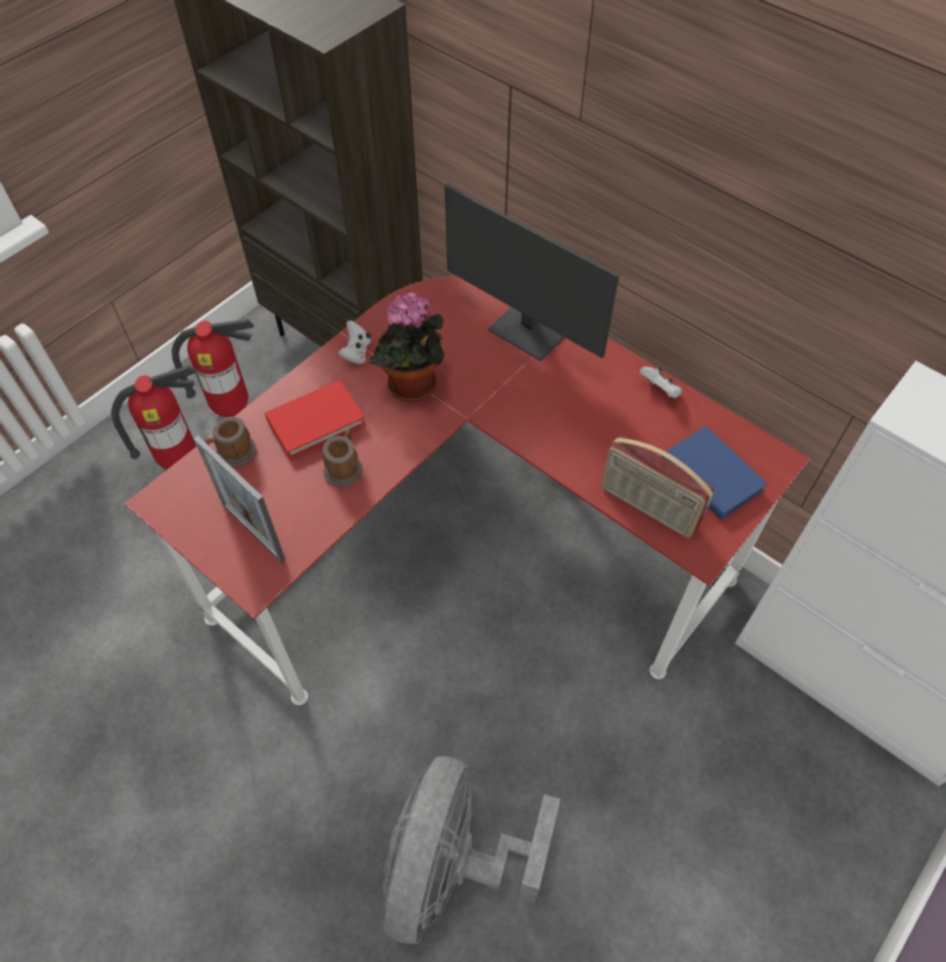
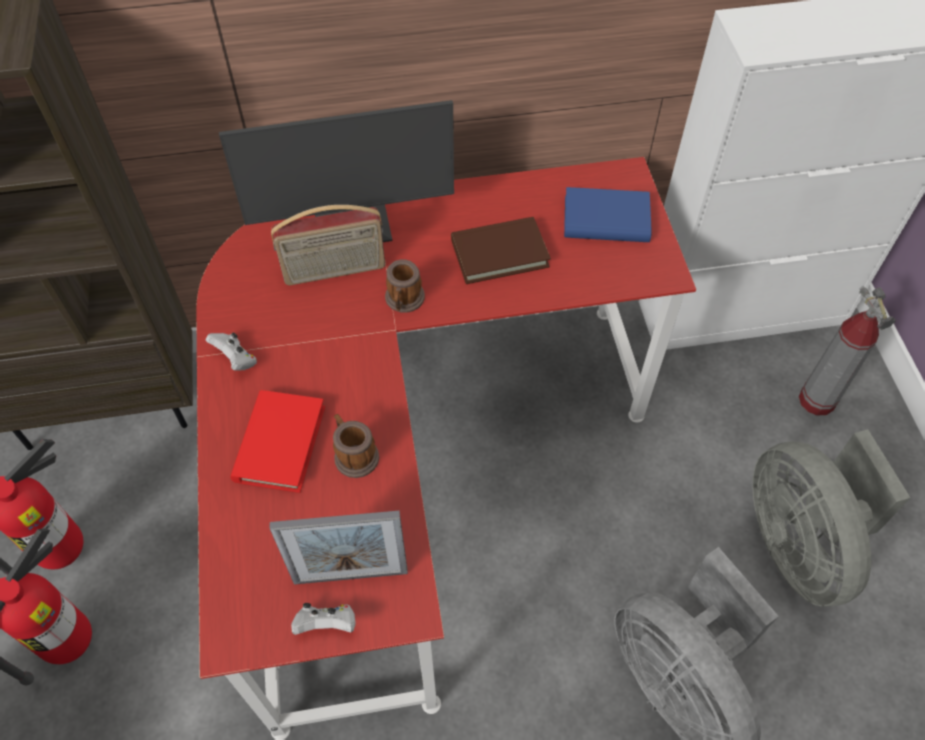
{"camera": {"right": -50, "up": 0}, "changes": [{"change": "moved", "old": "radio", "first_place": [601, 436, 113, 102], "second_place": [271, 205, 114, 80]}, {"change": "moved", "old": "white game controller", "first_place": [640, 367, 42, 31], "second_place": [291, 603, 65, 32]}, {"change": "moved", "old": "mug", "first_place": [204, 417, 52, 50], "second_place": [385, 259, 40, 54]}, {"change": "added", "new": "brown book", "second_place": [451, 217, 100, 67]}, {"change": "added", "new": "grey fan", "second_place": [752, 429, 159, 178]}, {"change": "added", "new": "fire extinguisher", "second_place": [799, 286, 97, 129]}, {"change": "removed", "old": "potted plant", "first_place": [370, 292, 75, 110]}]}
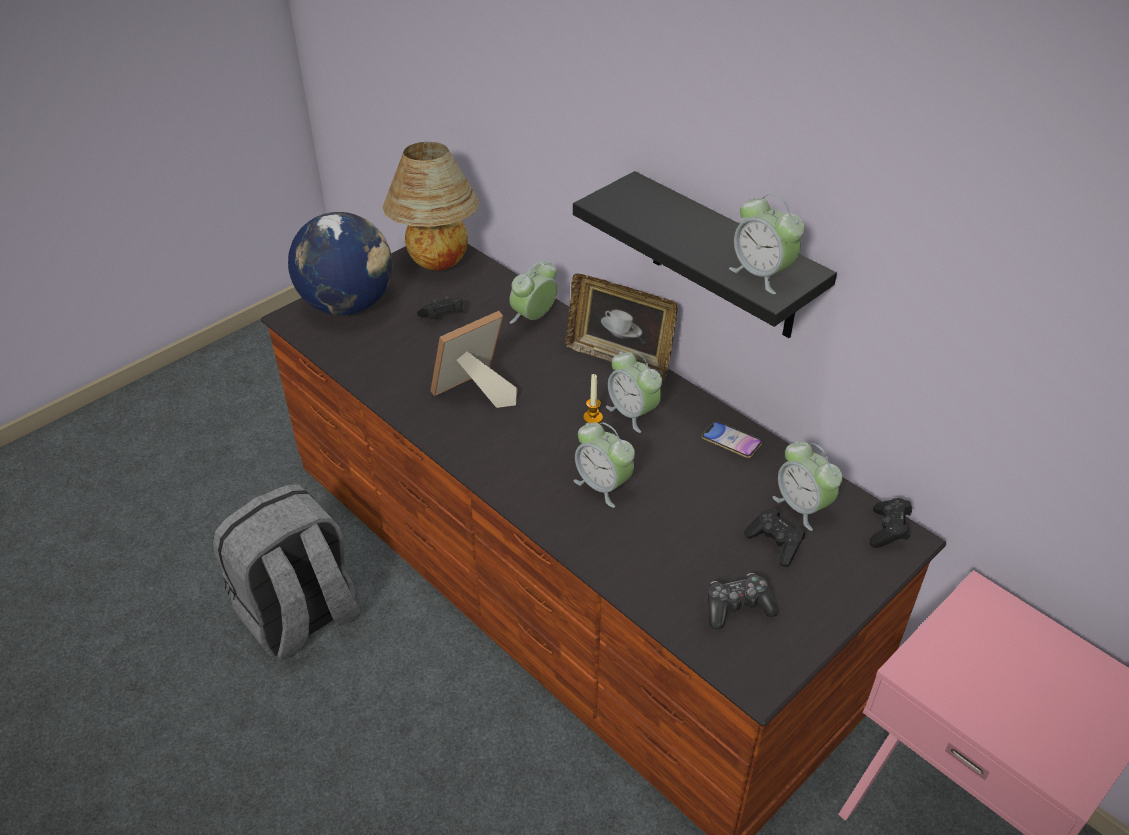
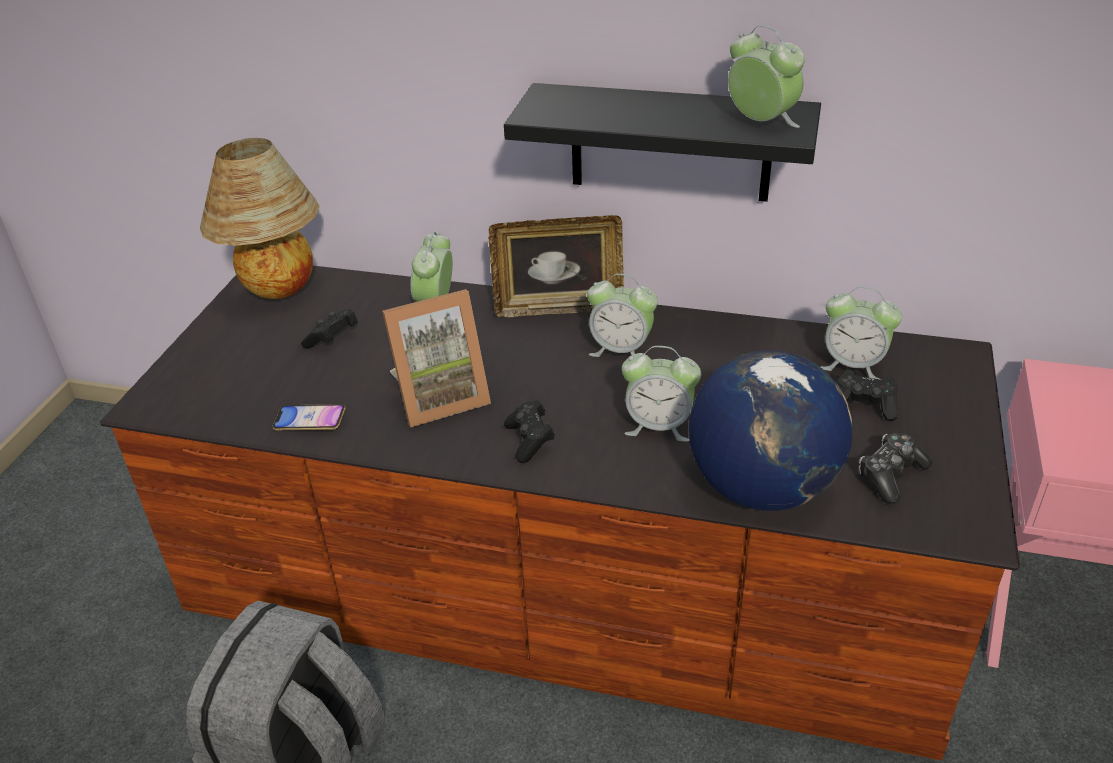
{"camera": {"right": -30, "up": -5}, "changes": [{"change": "moved", "old": "phone", "first_place": [702, 421, 61, 37], "second_place": [272, 404, 74, 27]}, {"change": "turned", "old": "picture frame", "first_place": [430, 311, 88, 97], "second_place": [382, 289, 109, 138], "degrees": -135}, {"change": "moved", "old": "black game controller", "first_place": [869, 498, 43, 50], "second_place": [504, 400, 51, 63]}, {"change": "moved", "old": "globe", "first_place": [288, 212, 105, 103], "second_place": [689, 350, 163, 161]}, {"change": "turned", "old": "alarm clock", "first_place": [729, 193, 76, 101], "second_place": [728, 25, 76, 103], "degrees": -150}, {"change": "removed", "old": "candle", "first_place": [583, 374, 20, 49]}]}
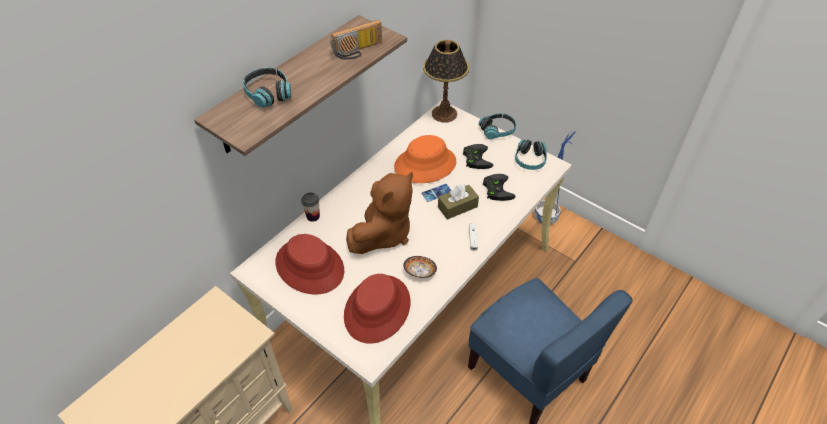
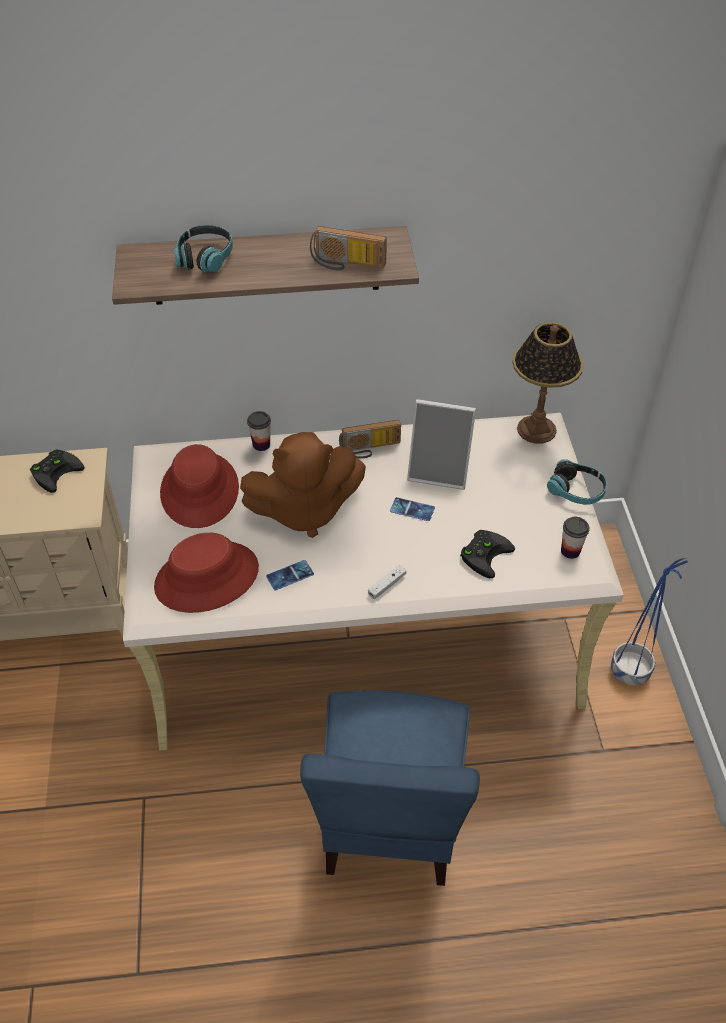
{"camera": {"right": 45, "up": 0}, "changes": [{"change": "moved", "old": "black game controller", "first_place": [463, 144, 30, 25], "second_place": [30, 449, 55, 44]}, {"change": "replaced", "old": "bowl", "new": "phone", "first_place": [403, 256, 34, 22], "second_place": [266, 560, 48, 30]}, {"change": "added", "new": "radio", "second_place": [339, 420, 62, 38]}, {"change": "replaced", "old": "orange hat", "new": "picture frame", "first_place": [394, 135, 62, 48], "second_place": [407, 399, 69, 91]}, {"change": "replaced", "old": "headphones", "new": "cup", "first_place": [515, 139, 32, 31], "second_place": [561, 517, 29, 42]}, {"change": "removed", "old": "brown tissue box", "first_place": [438, 184, 41, 36]}]}
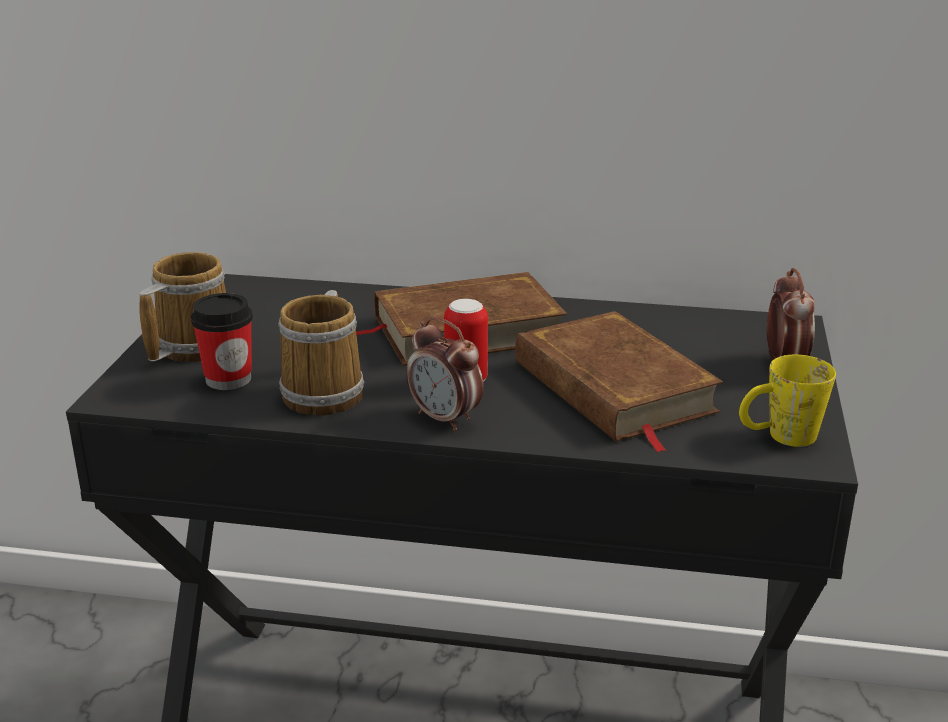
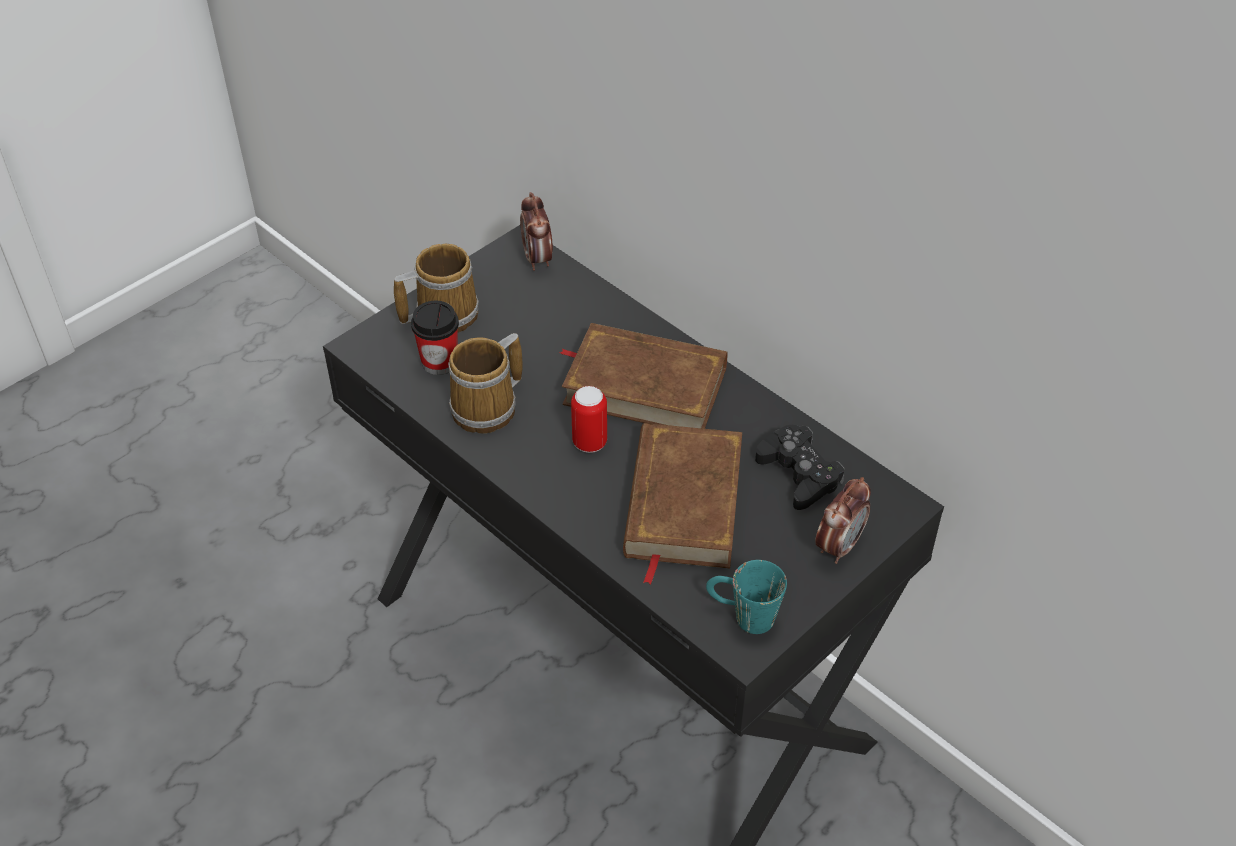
{"camera": {"right": 35, "up": 20}, "changes": [{"change": "moved", "old": "alarm clock", "first_place": [406, 317, 78, 114], "second_place": [520, 192, 33, 79]}, {"change": "recoloured", "old": "yellow mug", "new": "turquoise mug", "first_place": [739, 355, 97, 92], "second_place": [706, 560, 81, 74]}, {"change": "added", "new": "black game controller", "second_place": [755, 425, 90, 85]}]}
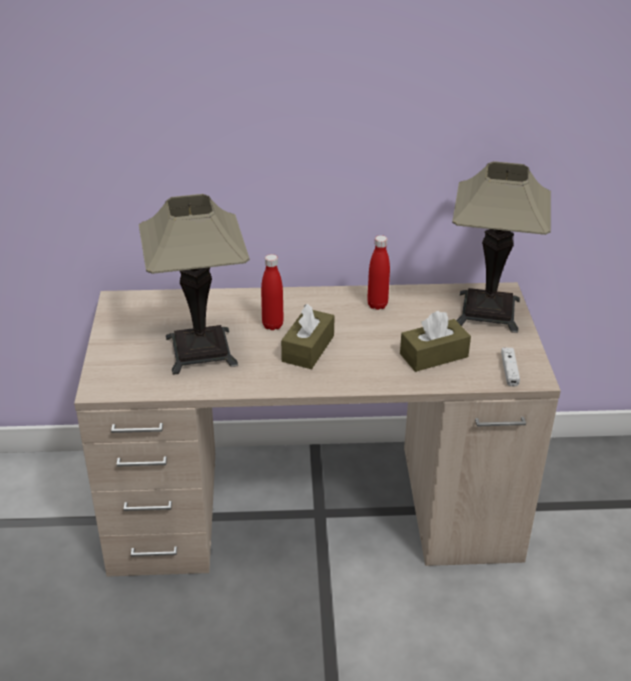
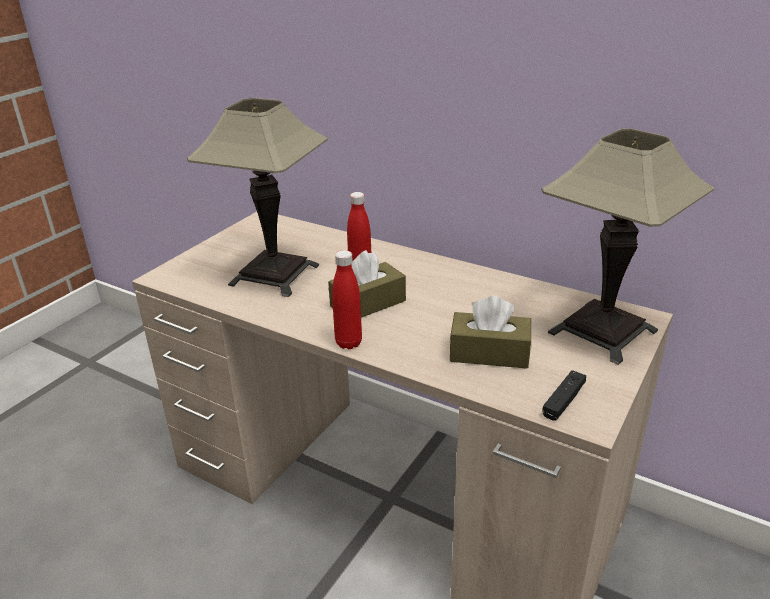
{"camera": {"right": 35, "up": -5}, "changes": [{"change": "moved", "old": "red bottle", "first_place": [367, 235, 23, 75], "second_place": [332, 250, 30, 99]}, {"change": "recoloured", "old": "white game controller", "new": "black game controller", "first_place": [501, 348, 19, 38], "second_place": [542, 370, 44, 51]}]}
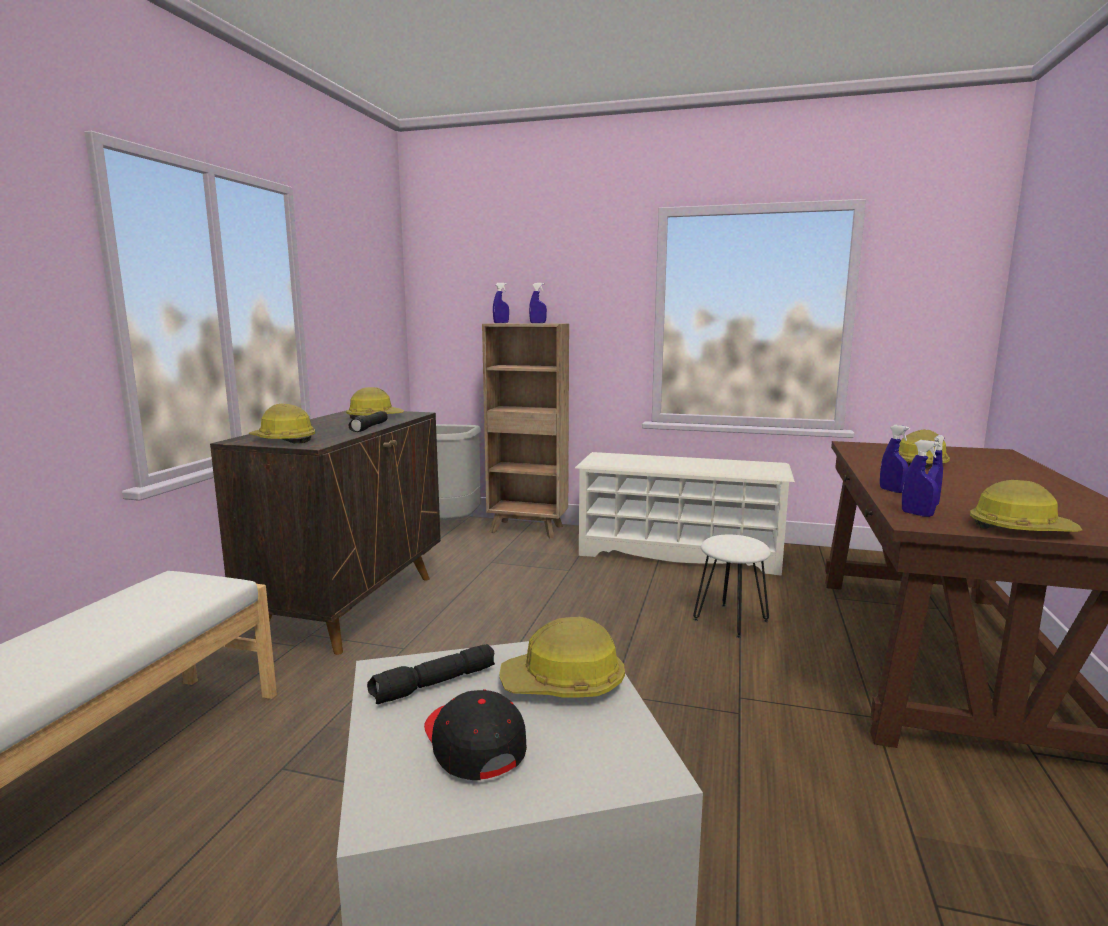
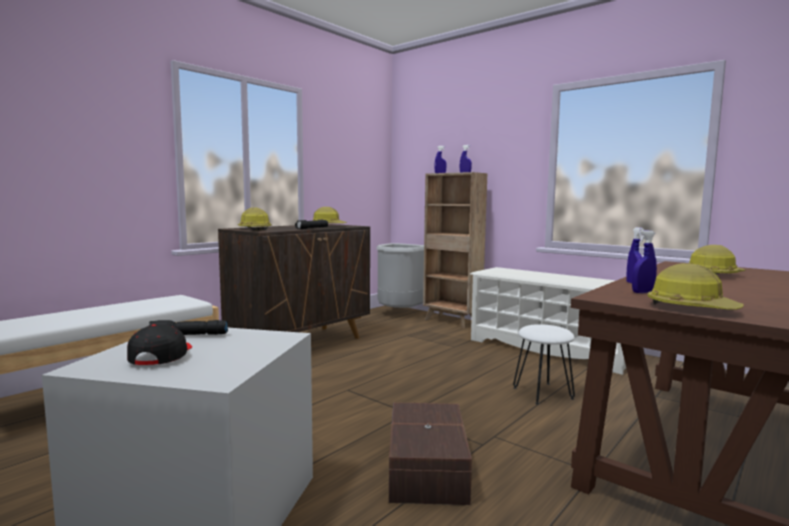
{"camera": {"right": 25, "up": -5}, "changes": [{"change": "added", "new": "brown storage box", "second_place": [389, 402, 83, 103]}, {"change": "removed", "old": "hard hat", "first_place": [499, 617, 126, 81]}, {"change": "removed", "old": "blue spray bottle", "first_place": [902, 440, 38, 77]}]}
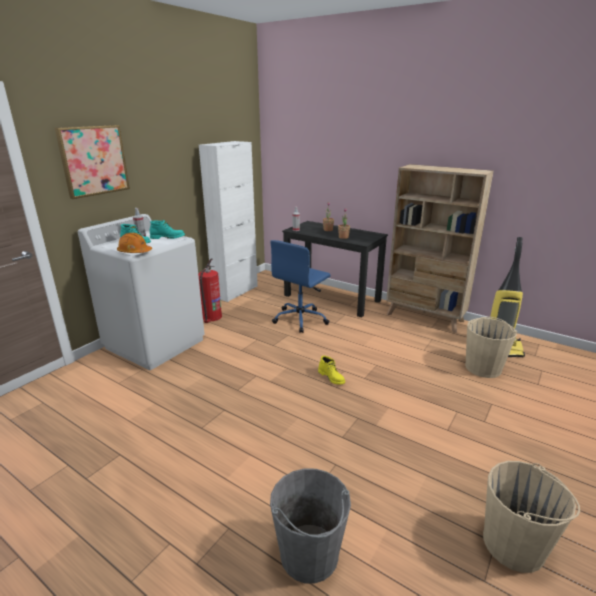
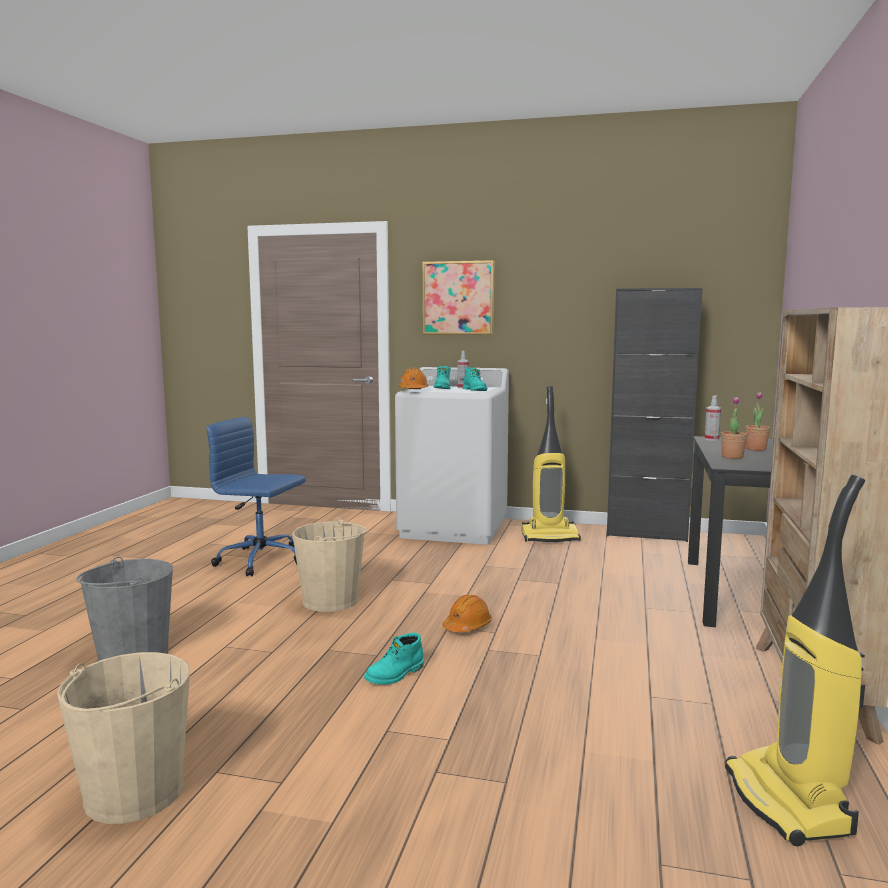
{"camera": {"right": 70, "up": -15}, "changes": [{"change": "moved", "old": "blue office chair", "first_place": [270, 240, 60, 93], "second_place": [206, 417, 100, 160]}, {"change": "moved", "old": "beige bucket", "first_place": [465, 317, 52, 61], "second_place": [292, 518, 75, 94]}, {"change": "added", "new": "turquoise boot", "second_place": [364, 633, 60, 52]}, {"change": "replaced", "old": "yellow boot", "new": "orange hard hat", "first_place": [318, 356, 27, 29], "second_place": [442, 595, 50, 37]}, {"change": "replaced", "old": "fire extinguisher", "new": "vacuum cleaner", "first_place": [198, 259, 24, 64], "second_place": [522, 386, 59, 156]}, {"change": "recoloured", "old": "white cabinet", "new": "black cabinet", "first_place": [199, 141, 59, 161], "second_place": [607, 288, 95, 254]}]}
